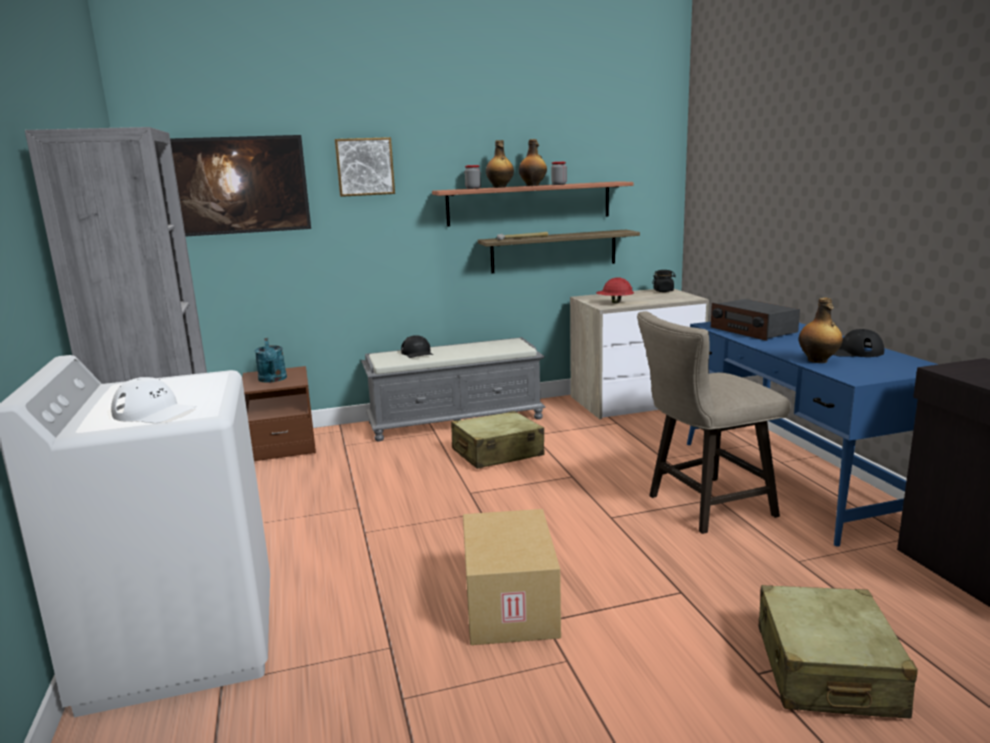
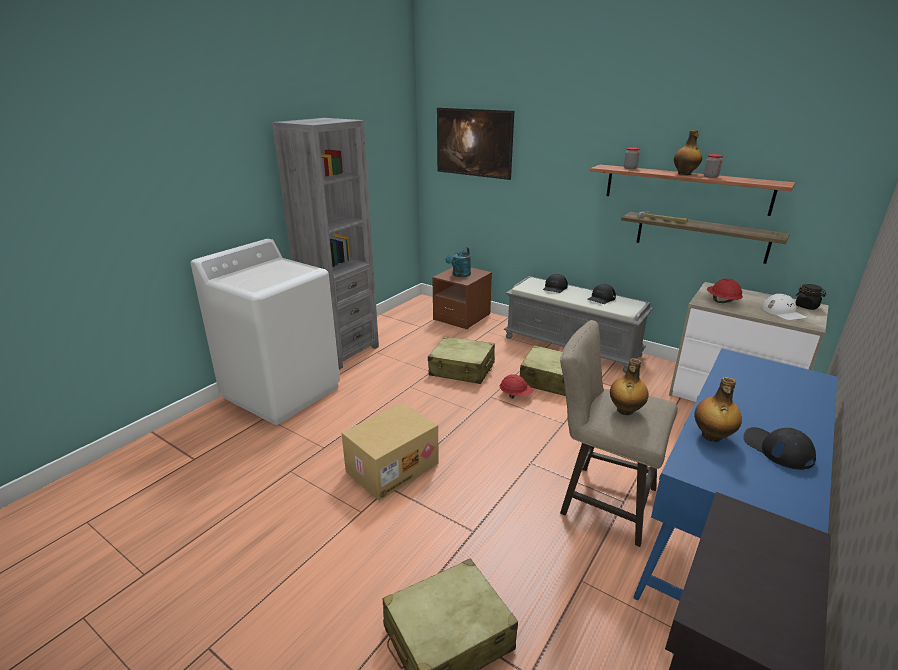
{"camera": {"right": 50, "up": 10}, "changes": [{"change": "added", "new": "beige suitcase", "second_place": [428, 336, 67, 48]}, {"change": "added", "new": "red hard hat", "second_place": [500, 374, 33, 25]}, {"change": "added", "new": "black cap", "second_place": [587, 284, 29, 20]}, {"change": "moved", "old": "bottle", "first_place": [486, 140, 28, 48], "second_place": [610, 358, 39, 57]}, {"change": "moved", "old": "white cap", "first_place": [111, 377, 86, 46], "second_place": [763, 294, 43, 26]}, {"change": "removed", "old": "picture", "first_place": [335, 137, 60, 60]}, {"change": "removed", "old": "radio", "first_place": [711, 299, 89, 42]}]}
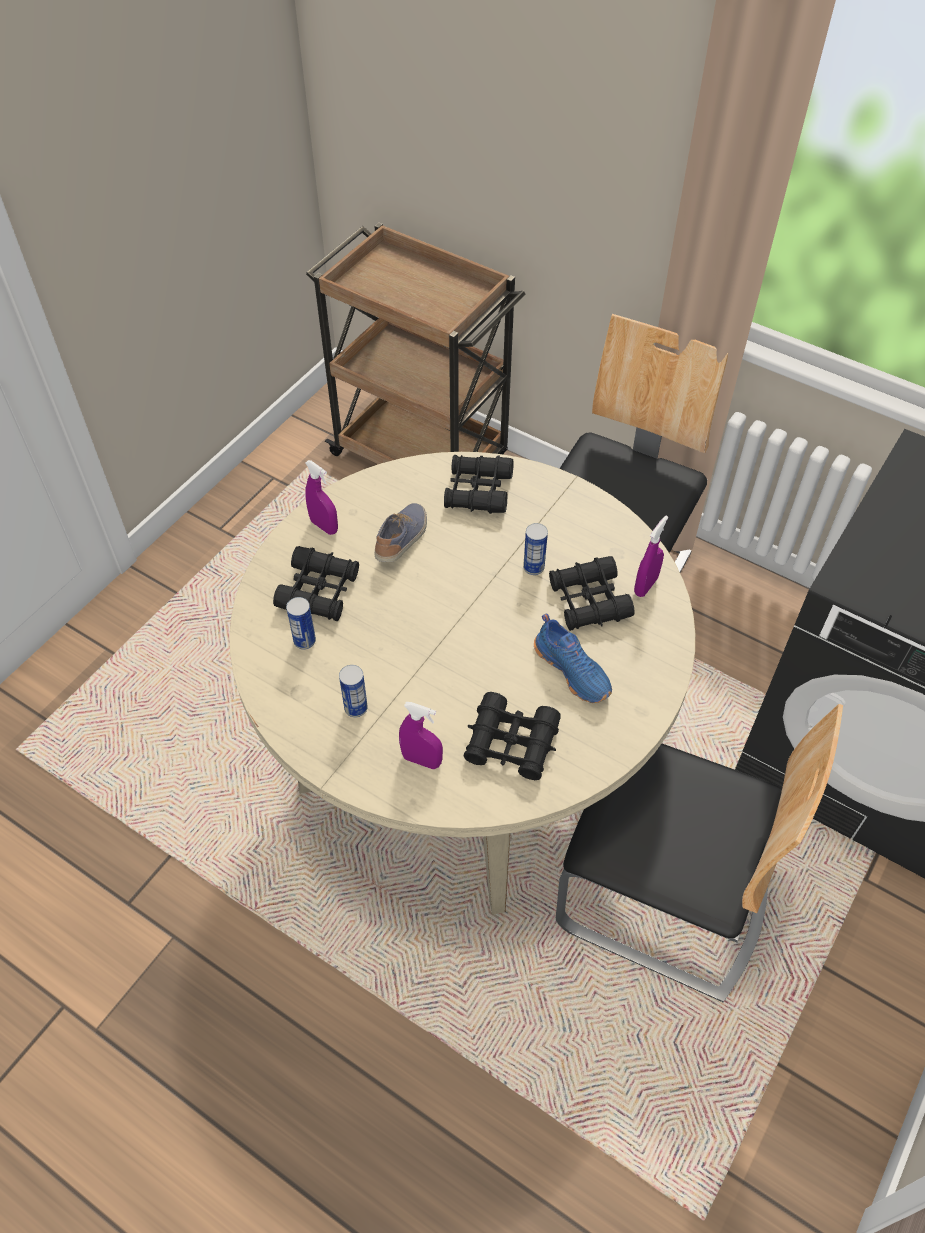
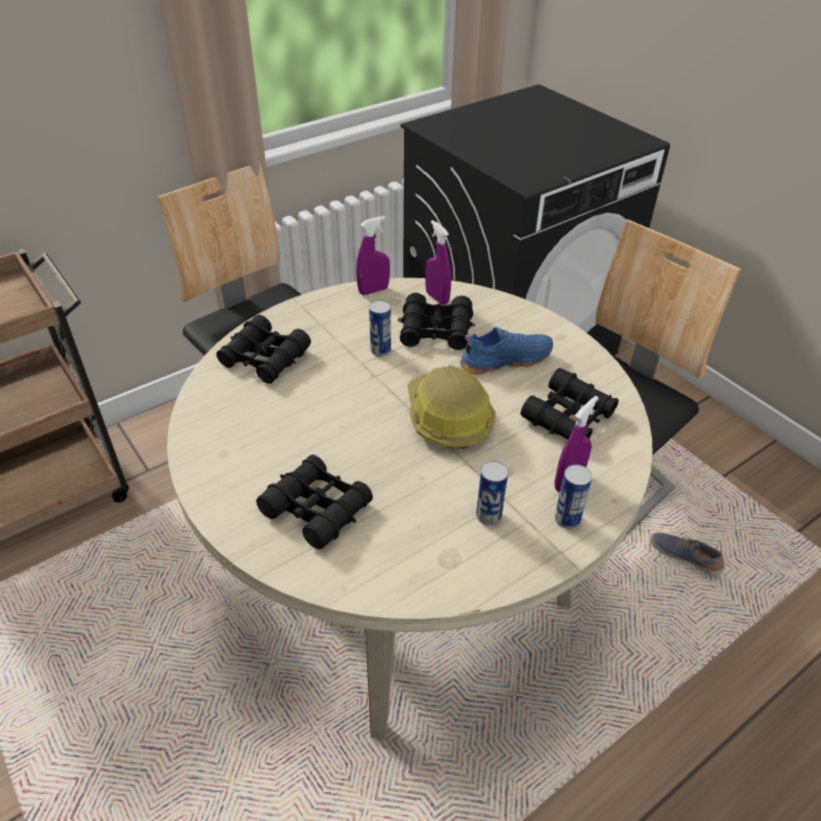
{"camera": {"right": -70, "up": -10}, "changes": [{"change": "moved", "old": "purple spray bottle", "first_place": [305, 460, 33, 75], "second_place": [356, 216, 34, 79]}, {"change": "added", "new": "hard hat", "second_place": [407, 365, 89, 84]}, {"change": "moved", "old": "can", "first_place": [286, 597, 30, 52], "second_place": [555, 465, 37, 64]}, {"change": "moved", "old": "shoe", "first_place": [375, 503, 52, 59], "second_place": [650, 532, 75, 44]}]}
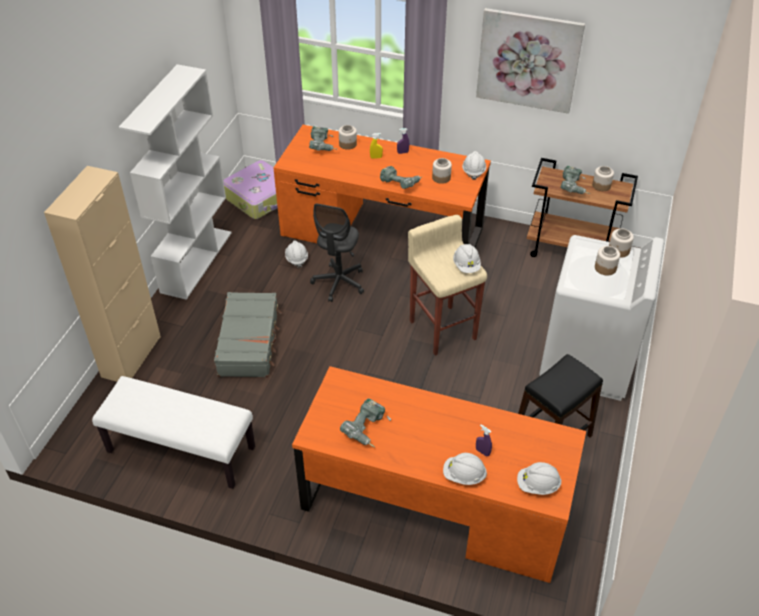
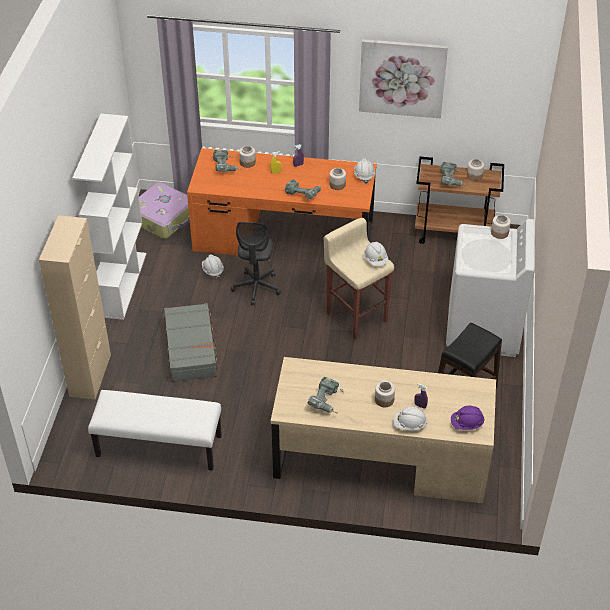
{"camera": {"right": -10, "up": 0}, "changes": [{"change": "recoloured", "old": "orange desk", "new": "beige desk", "first_place": [292, 366, 294, 217], "second_place": [271, 357, 225, 146]}, {"change": "moved", "old": "jar", "first_place": [595, 246, 25, 30], "second_place": [375, 381, 20, 26]}, {"change": "recoloured", "old": "white hard hat", "new": "purple hard hat", "first_place": [517, 462, 44, 33], "second_place": [451, 406, 33, 24]}]}
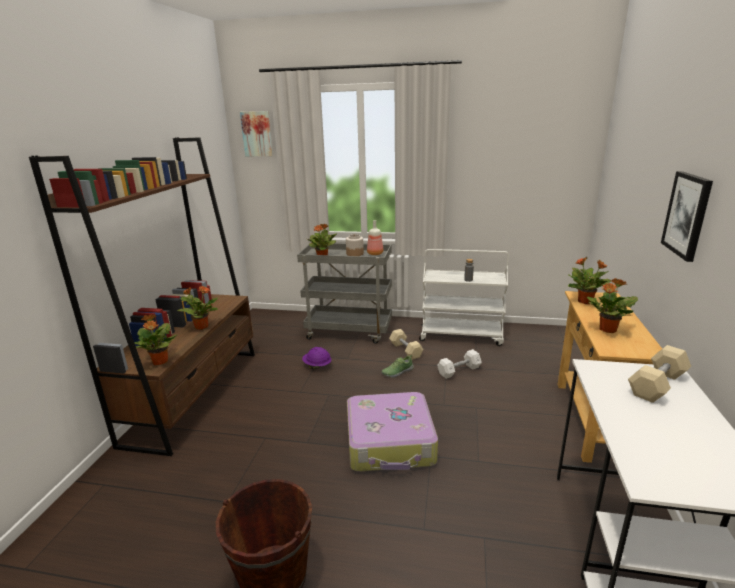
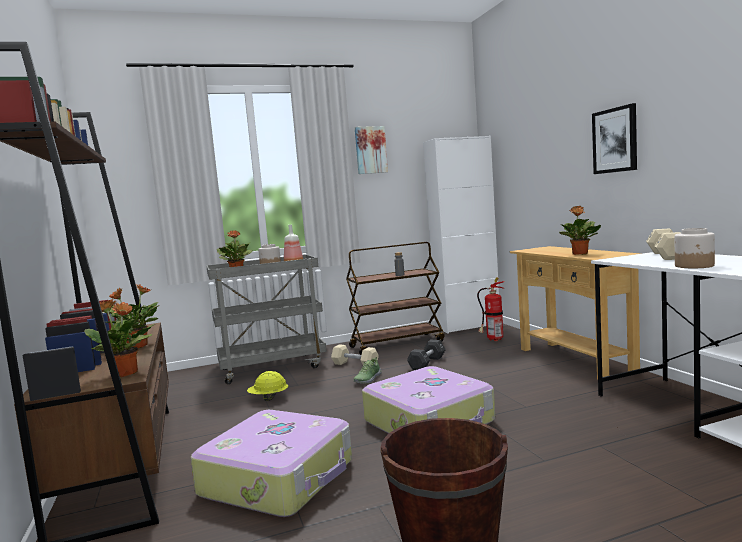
{"camera": {"right": -30, "up": -15}, "changes": [{"change": "added", "new": "suitcase", "second_place": [191, 410, 161, 107]}, {"change": "recoloured", "old": "purple hard hat", "new": "yellow hard hat", "first_place": [302, 347, 30, 22], "second_place": [247, 371, 41, 30]}, {"change": "recoloured", "old": "white cart", "new": "brown cart", "first_place": [419, 249, 90, 97], "second_place": [346, 242, 99, 113]}, {"change": "moved", "old": "picture", "first_place": [240, 111, 33, 45], "second_place": [355, 126, 33, 48]}, {"change": "recoloured", "old": "white dumbbell", "new": "black dumbbell", "first_place": [437, 349, 45, 30], "second_place": [407, 340, 39, 30]}, {"change": "added", "new": "white cabinet", "second_place": [423, 136, 76, 197]}, {"change": "added", "new": "fire extinguisher", "second_place": [477, 277, 28, 64]}, {"change": "added", "new": "jar", "second_place": [675, 228, 40, 40]}, {"change": "removed", "old": "potted plant", "first_place": [568, 257, 43, 47]}]}
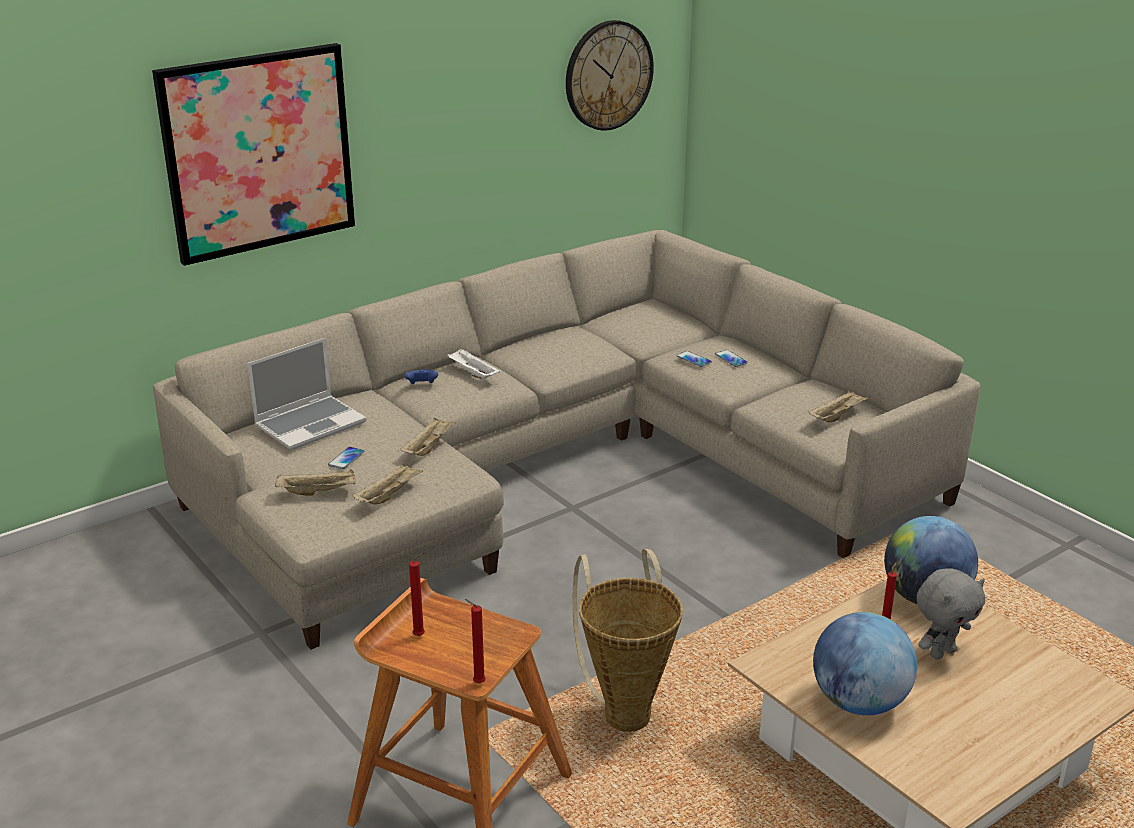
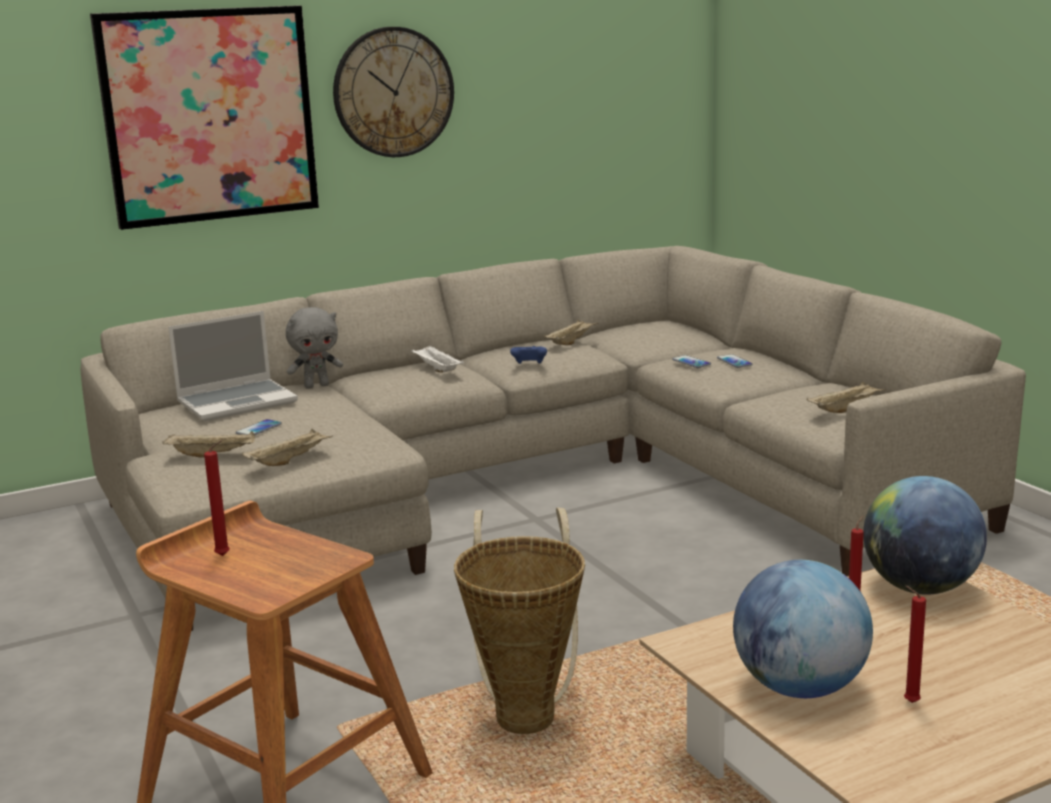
{"camera": {"right": 10, "up": -10}, "changes": [{"change": "moved", "old": "grey plush toy", "first_place": [917, 568, 68, 92], "second_place": [286, 307, 57, 82]}, {"change": "moved", "old": "wall clock", "first_place": [566, 20, 88, 111], "second_place": [333, 27, 121, 130]}, {"change": "moved", "old": "blue game controller", "first_place": [405, 368, 33, 16], "second_place": [510, 346, 37, 18]}, {"change": "moved", "old": "beige tray", "first_place": [400, 417, 56, 39], "second_place": [544, 319, 55, 26]}, {"change": "moved", "old": "red candle", "first_place": [465, 599, 21, 84], "second_place": [904, 586, 22, 117]}]}
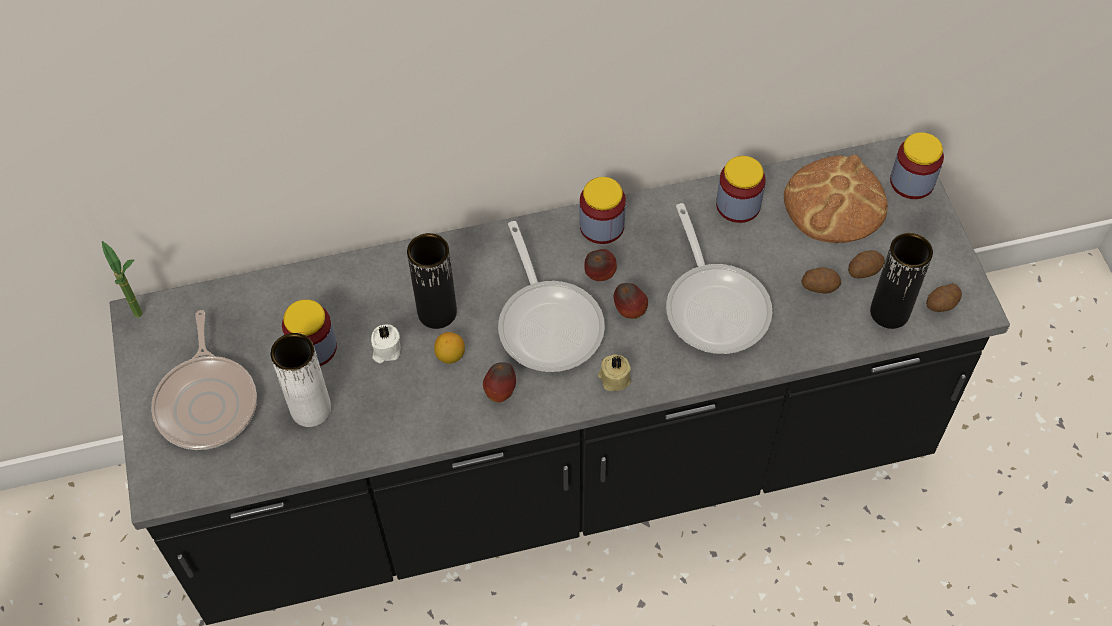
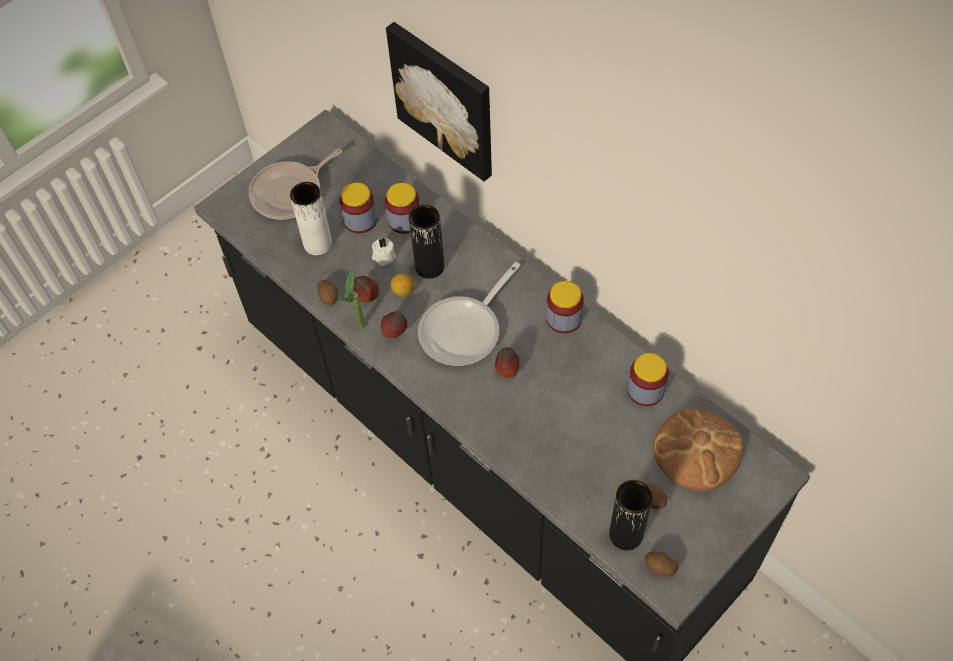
{"camera": {"right": 60, "up": 0}, "changes": [{"change": "moved", "old": "potato", "first_place": [802, 267, 40, 27], "second_place": [317, 280, 21, 25]}, {"change": "moved", "old": "potted plant", "first_place": [102, 241, 40, 76], "second_place": [338, 270, 27, 60]}, {"change": "moved", "old": "apple", "first_place": [584, 249, 33, 32], "second_place": [353, 276, 26, 26]}, {"change": "moved", "old": "jar", "first_place": [890, 132, 54, 67], "second_place": [385, 183, 35, 51]}, {"change": "added", "new": "picture", "second_place": [386, 22, 106, 160]}, {"change": "removed", "old": "beige candle", "first_place": [598, 355, 33, 36]}, {"change": "removed", "old": "frying pan", "first_place": [666, 203, 106, 151]}]}
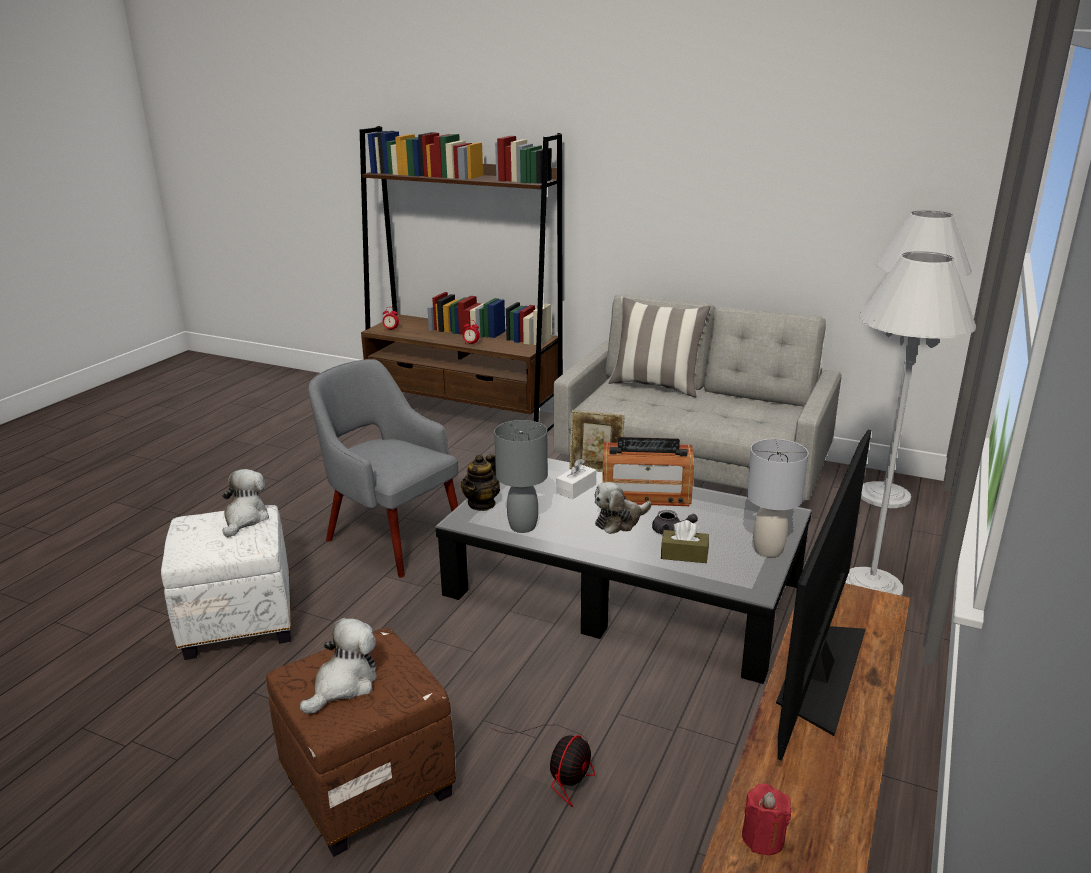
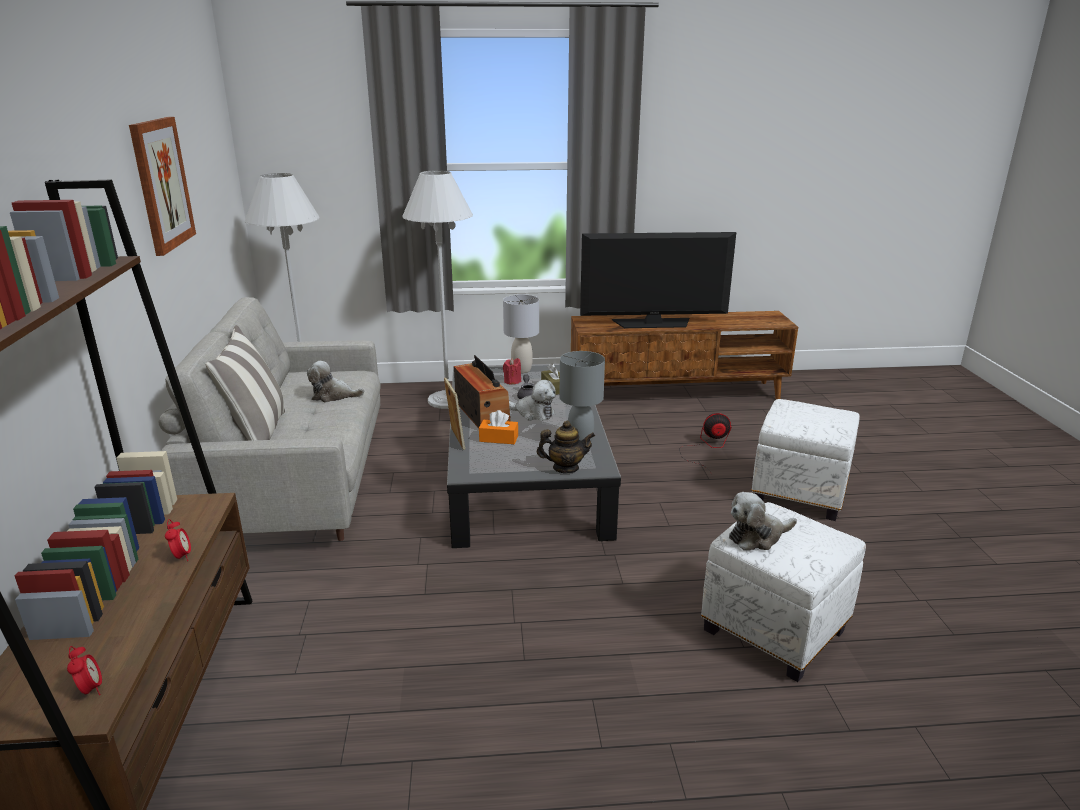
{"camera": {"right": -120, "up": 0}, "changes": [{"change": "added", "new": "picture", "second_place": [129, 117, 67, 139]}, {"change": "moved", "old": "plush toy", "first_place": [300, 618, 77, 96], "second_place": [307, 361, 57, 41]}, {"change": "recoloured", "old": "white tissue box", "new": "orange tissue box", "first_place": [556, 459, 40, 40], "second_place": [479, 410, 39, 34]}, {"change": "moved", "old": "red candle", "first_place": [742, 783, 49, 72], "second_place": [503, 358, 18, 27]}, {"change": "recoloured", "old": "brown ottoman", "new": "white ottoman", "first_place": [266, 628, 190, 229], "second_place": [751, 399, 109, 122]}, {"change": "removed", "old": "grey armchair", "first_place": [308, 359, 150, 218]}]}
